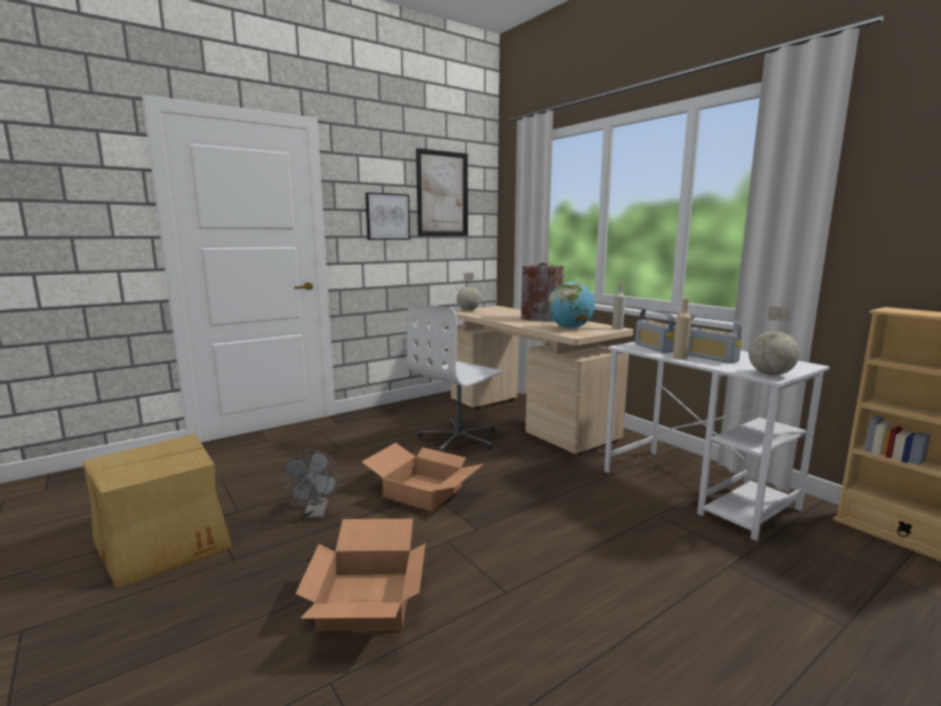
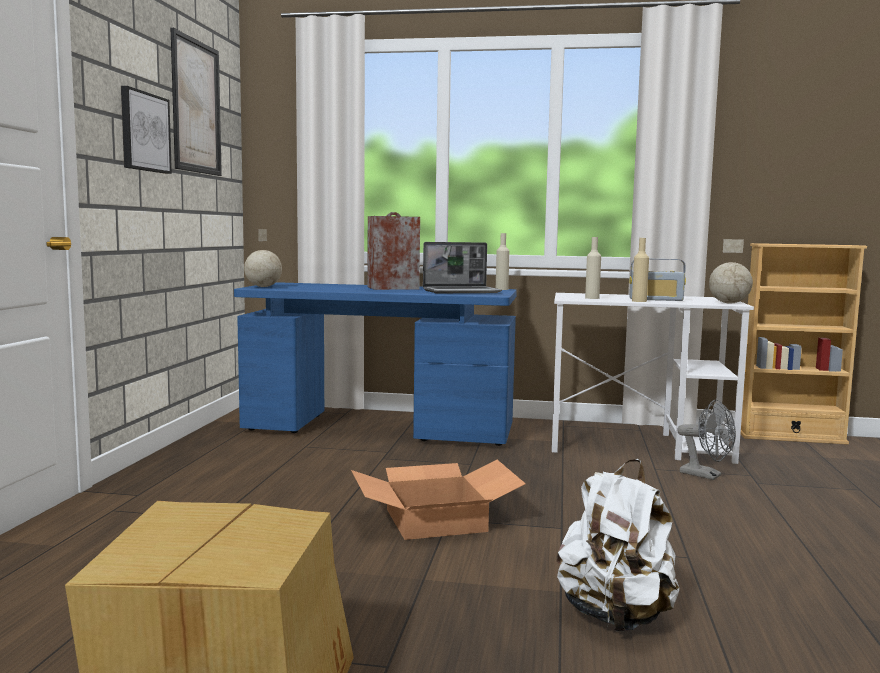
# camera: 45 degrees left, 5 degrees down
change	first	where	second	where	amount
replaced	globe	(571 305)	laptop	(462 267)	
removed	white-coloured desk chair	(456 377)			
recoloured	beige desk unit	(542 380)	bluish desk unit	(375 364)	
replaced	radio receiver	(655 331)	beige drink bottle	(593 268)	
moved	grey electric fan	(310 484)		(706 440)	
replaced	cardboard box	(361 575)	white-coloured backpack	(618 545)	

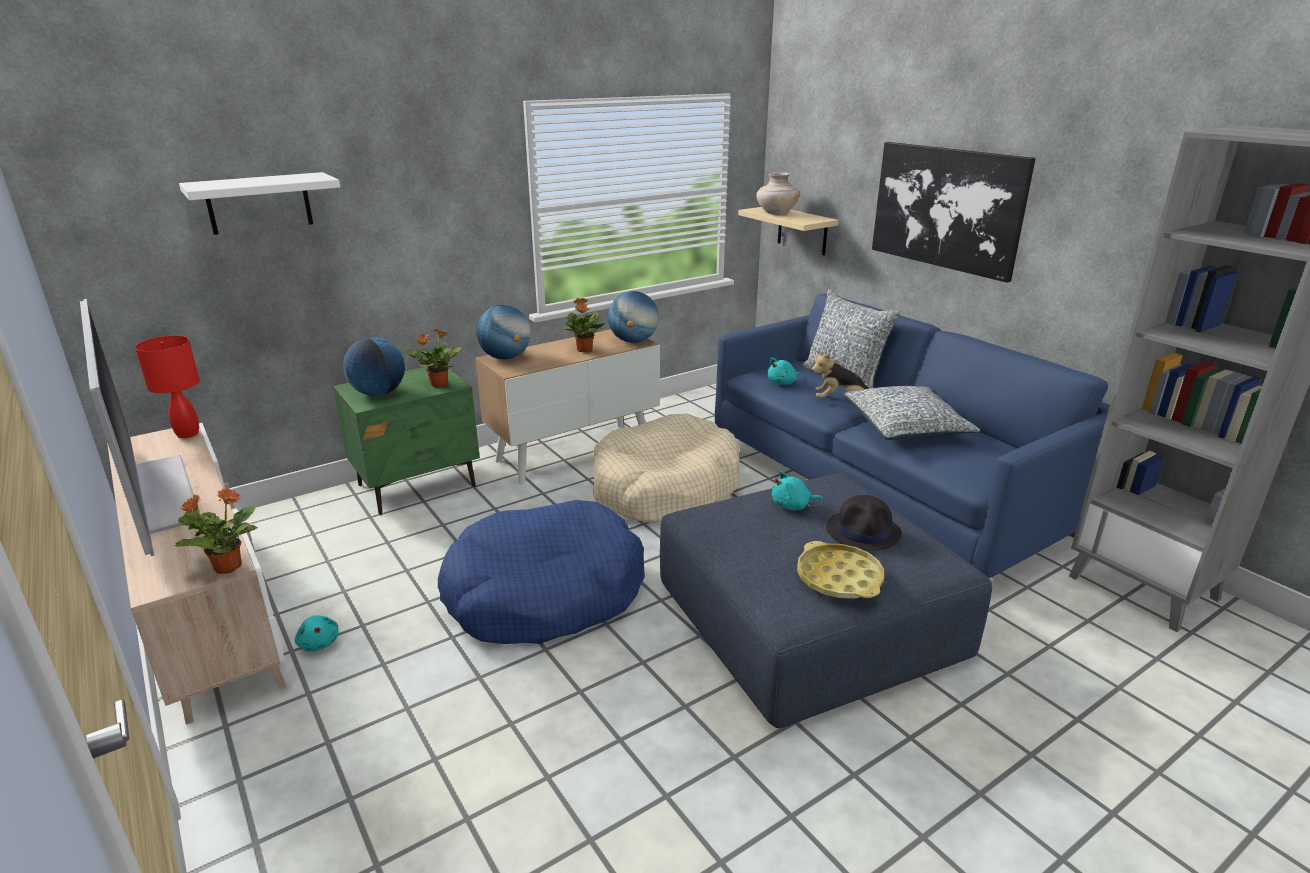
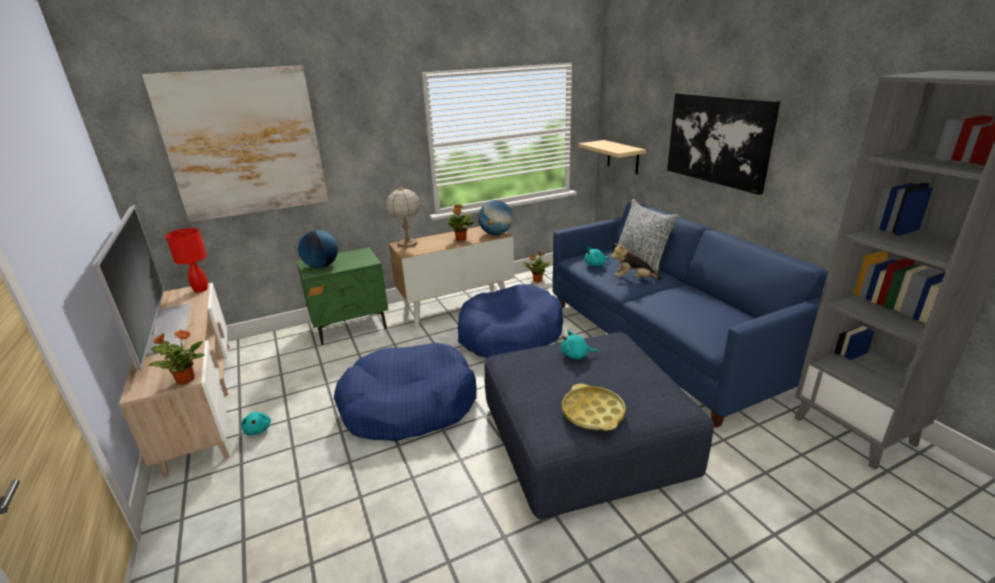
# camera: 10 degrees right, 0 degrees up
change	first	where	second	where	amount
replaced	white-coloured wall shelf	(259 203)	wall art	(235 144)	
removed	beige decorative vase	(778 193)			
replaced	globe	(503 332)	table lamp	(403 217)	
moved	houseplant	(434 357)		(537 267)	
removed	cushion	(912 413)			
recoloured	beige dog bed	(666 468)	bluish dog bed	(510 321)	
removed	black wearable hat	(864 523)			

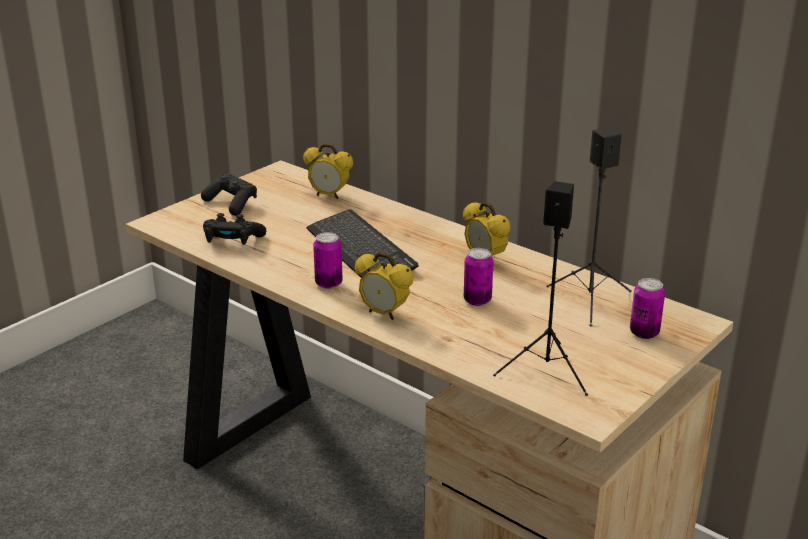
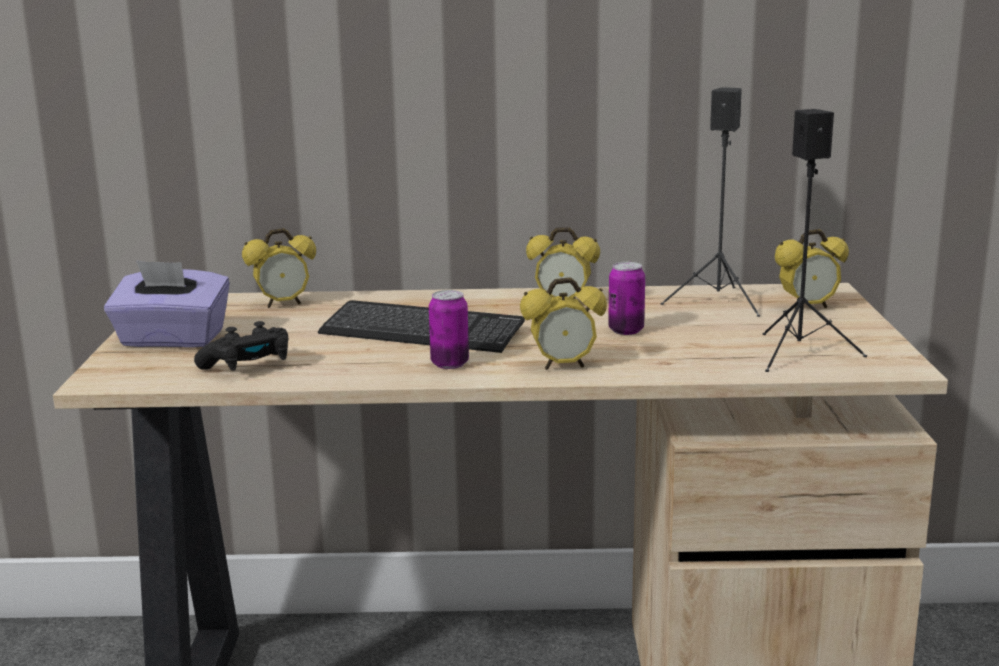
# camera: 40 degrees left, 10 degrees down
change	first	where	second	where	amount
replaced	black joypad	(229 195)	purple-coloured tissue box	(167 304)	
replaced	can	(647 308)	table clock	(812 269)	

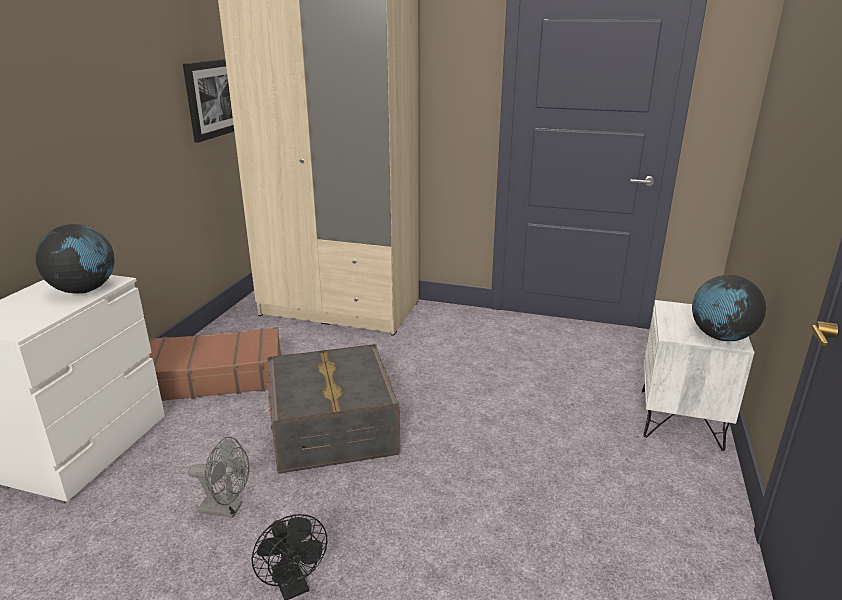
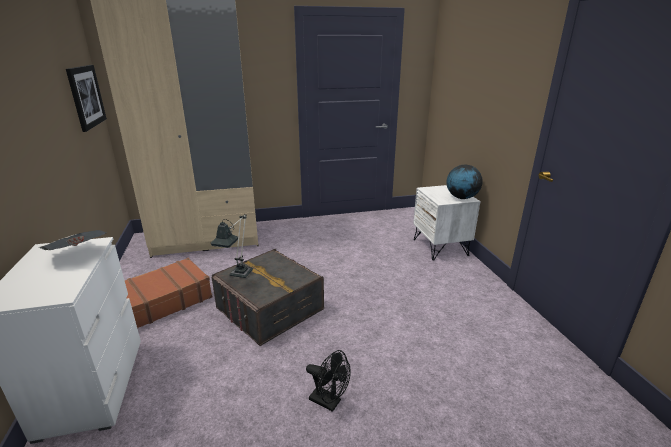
# camera: 30 degrees left, 0 degrees up
change	first	where	second	where	amount
replaced	globe	(75 259)	daily paper	(72 240)	
removed	grey electric fan	(218 477)			
added			table lamp	(232 246)	

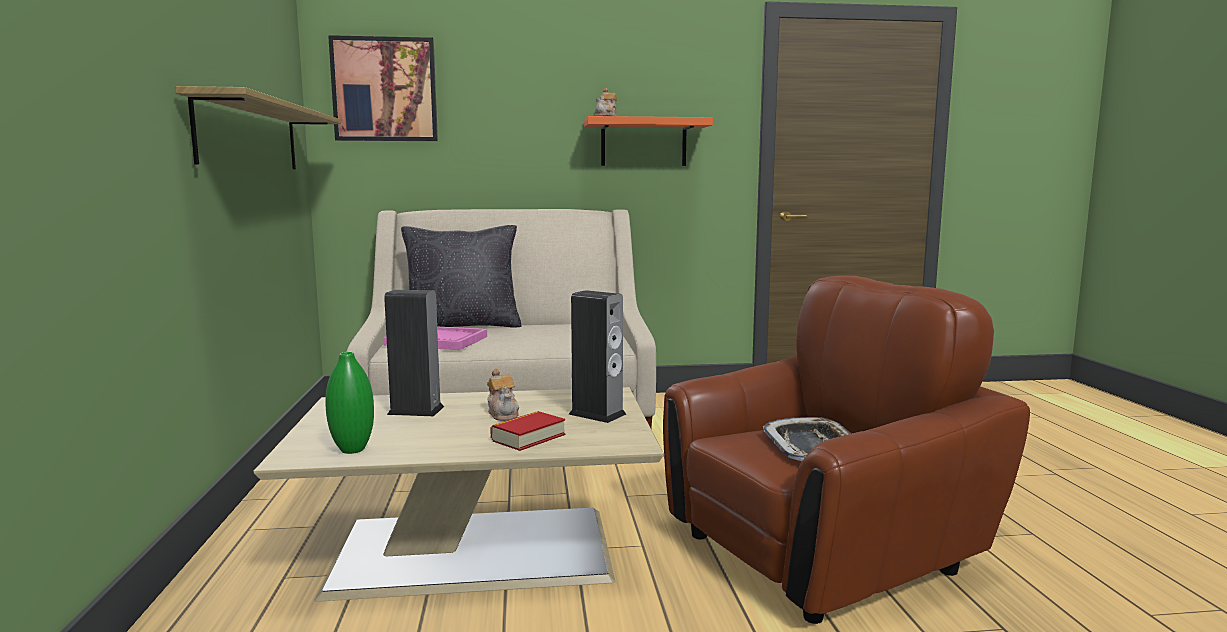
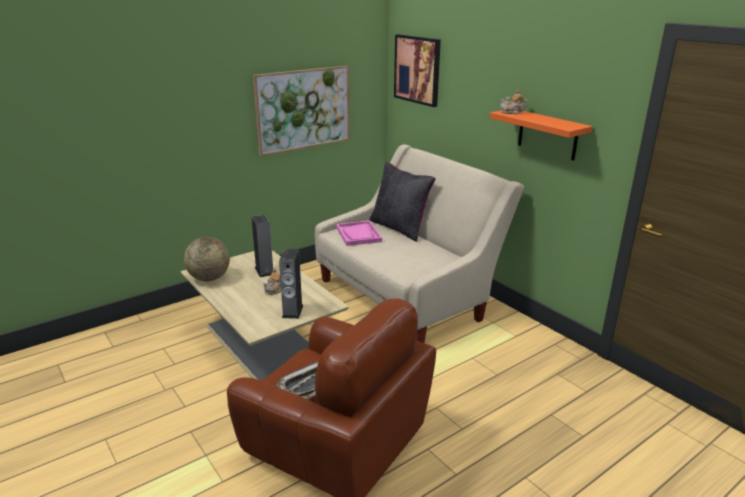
# camera: 60 degrees right, 15 degrees up
change	first	where	second	where	amount
replaced	wall shelf	(258 127)	wall art	(301 111)	
replaced	greenish decorative vase	(349 403)	globe	(207 259)	
removed	volume	(527 431)			

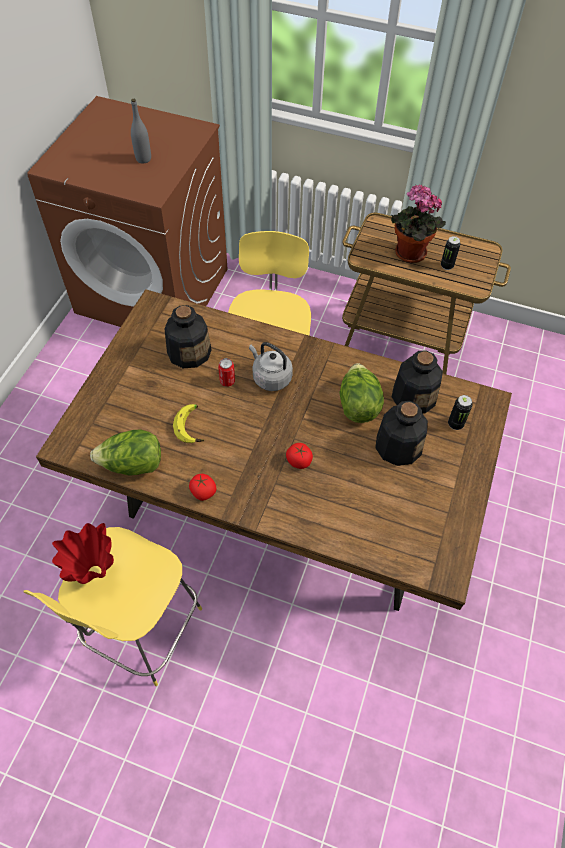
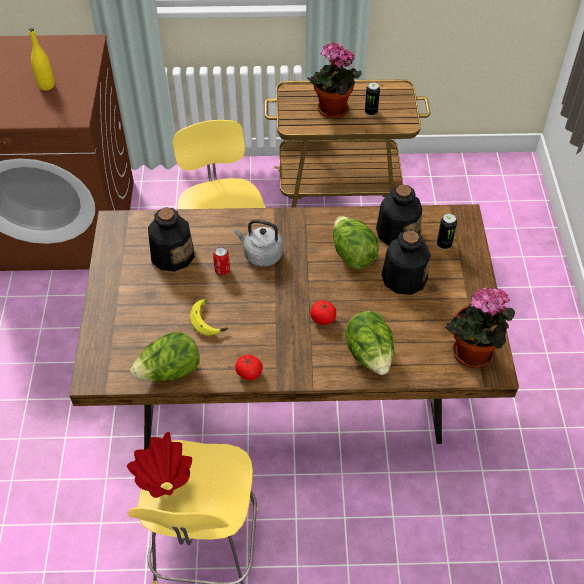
# camera: 20 degrees left, 5 degrees down
change	first	where	second	where	amount
recoloured	grey drink bottle	(141 131)	yellowish drink bottle	(42 59)	
added			houseplant	(480 327)	
added			head of lettuce	(369 343)	

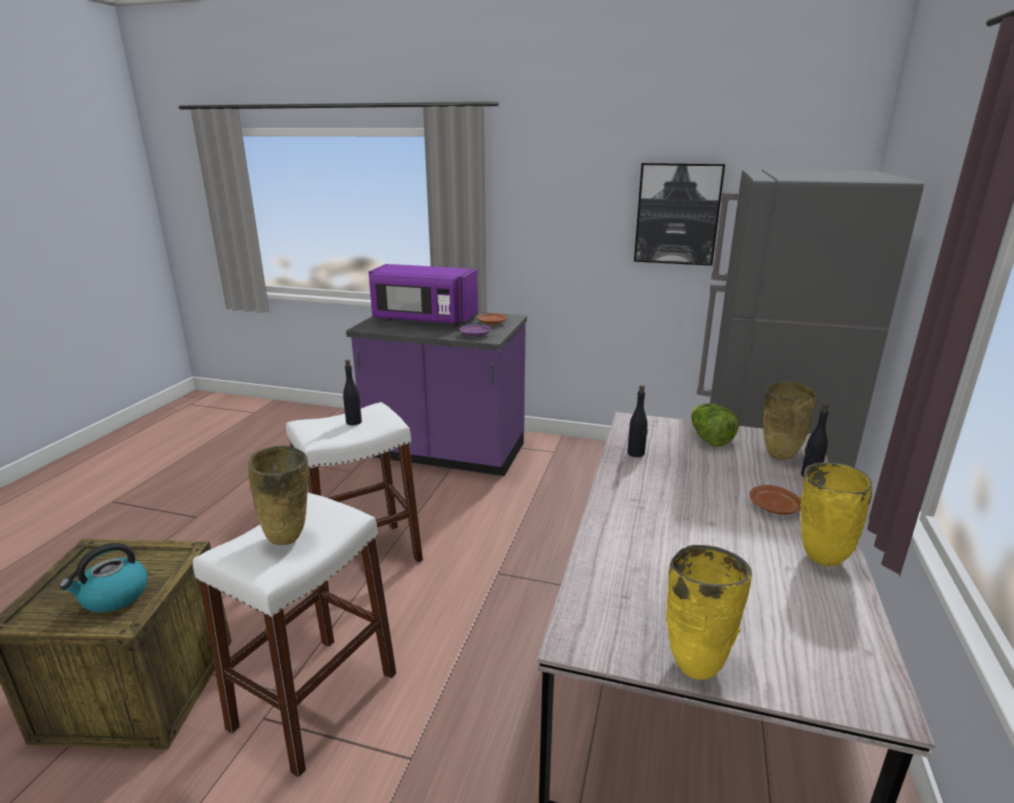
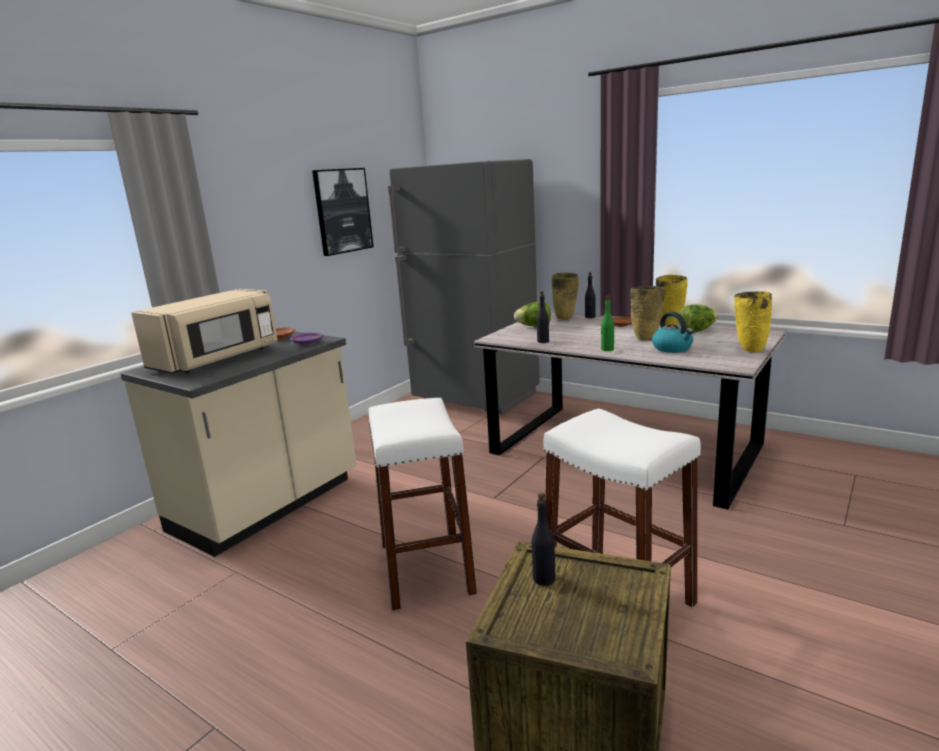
# camera: 70 degrees left, 5 degrees down
change	first	where	second	where	amount
recoloured	purple-coloured microwave	(423 295)	beige microwave	(204 331)	
recoloured	purple-coloured kitchen counter	(436 394)	beige kitchen counter	(238 444)	
moved	black drink bottle	(352 392)		(543 539)	
moved	beige decorative vase	(278 495)		(647 313)	
moved	kettle	(103 577)		(673 332)	
added			greenish drink bottle	(607 323)	
added			head of lettuce	(697 318)	

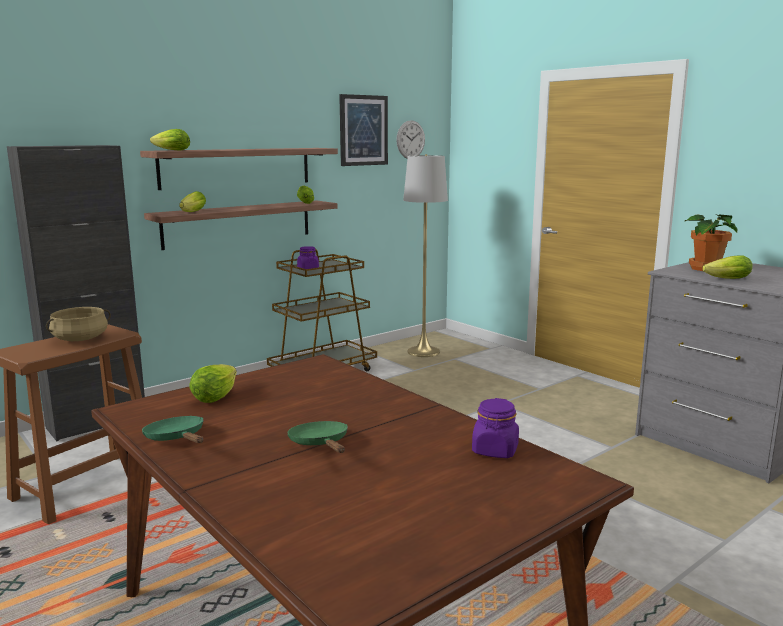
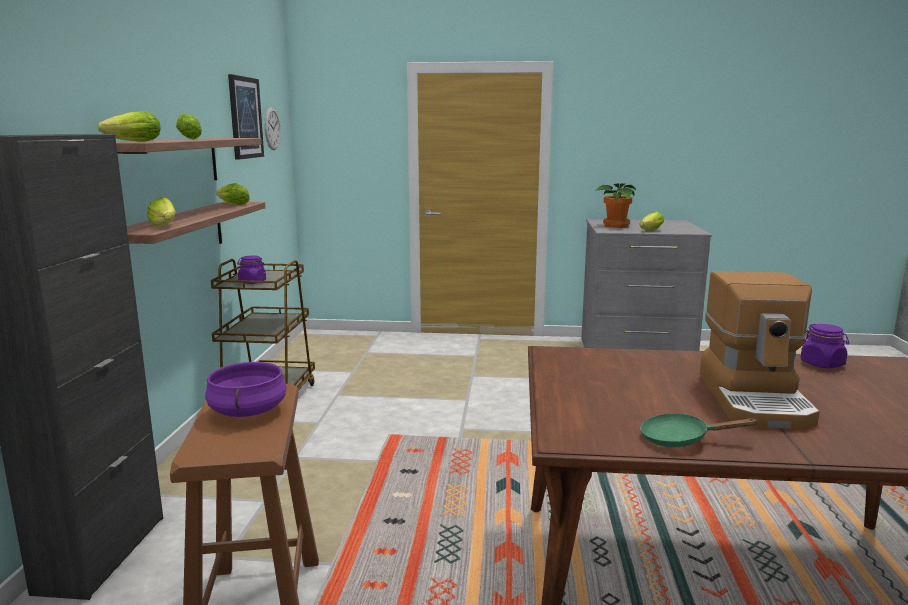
# camera: 45 degrees left, 0 degrees up
change	first	where	second	where	amount
removed	grey standard lamp	(425 255)			
recoloured	beige cooking pot	(78 324)	purple-coloured cooking pot	(245 389)	
moved	head of lettuce	(213 383)		(189 126)	
replaced	greenish skillet	(317 437)	coffee machine	(760 350)	

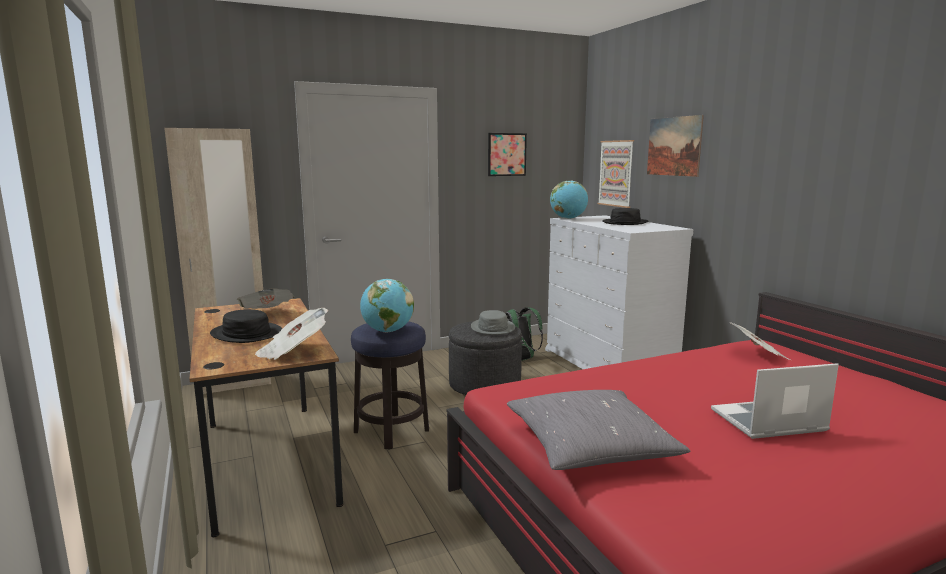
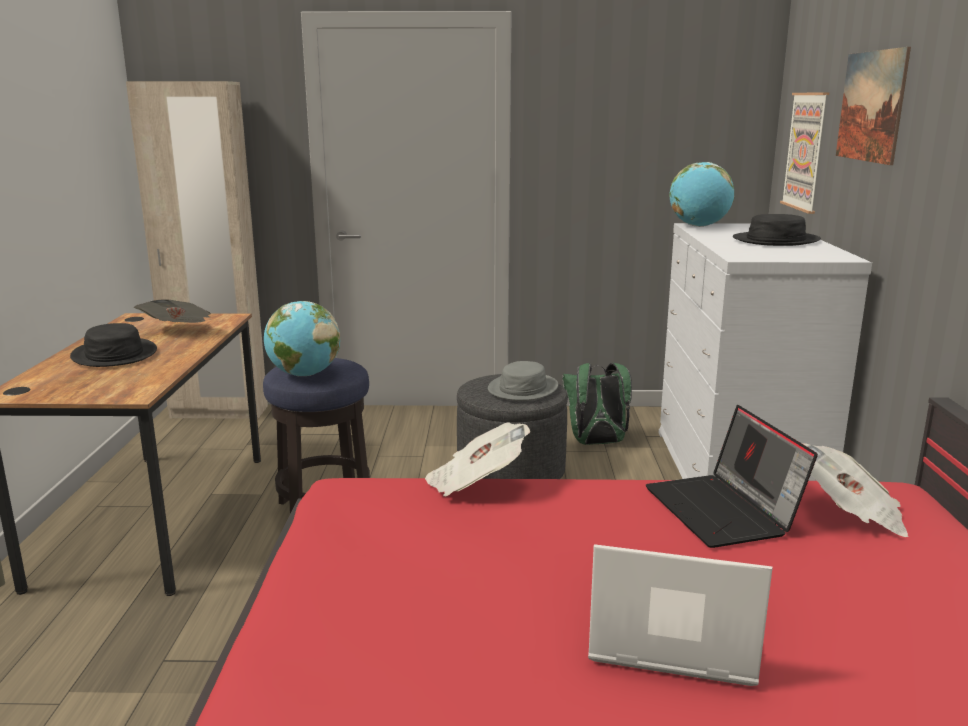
# camera: 25 degrees right, 5 degrees up
change	first	where	second	where	amount
removed	wall art	(507 154)			
moved	daily paper	(291 334)		(477 459)	
removed	grey cushion	(598 430)			
added			laptop	(732 476)	

